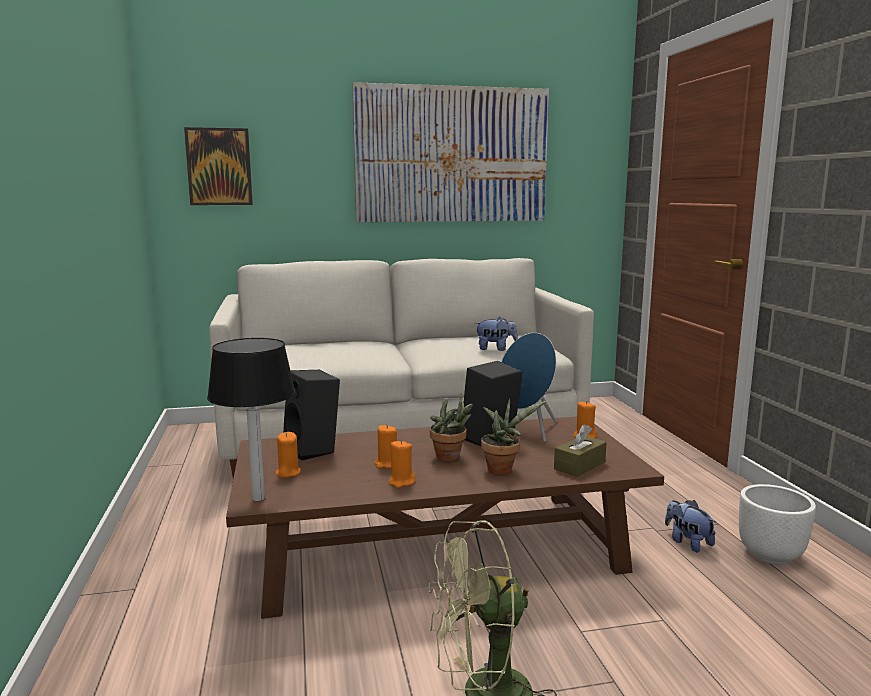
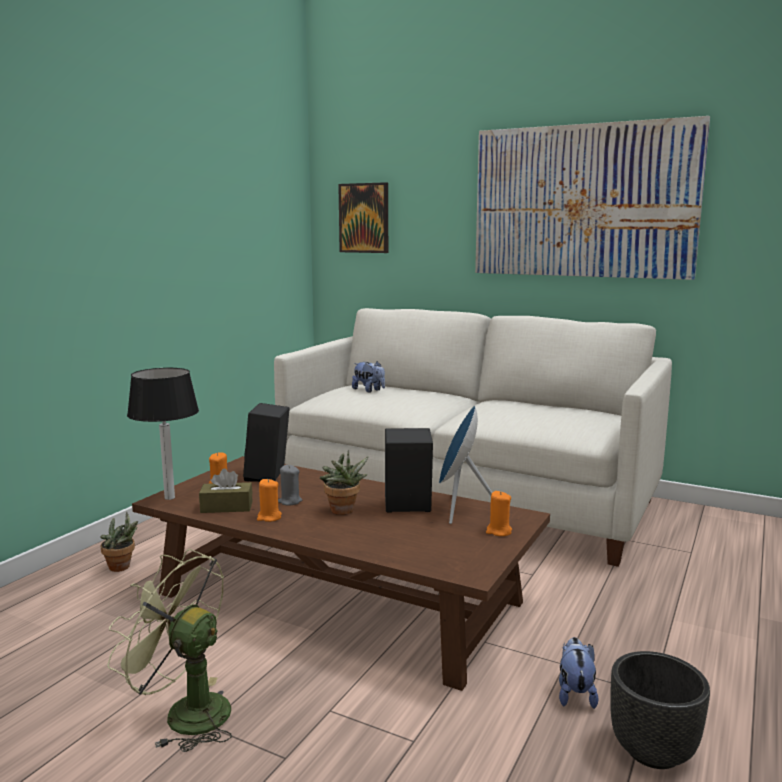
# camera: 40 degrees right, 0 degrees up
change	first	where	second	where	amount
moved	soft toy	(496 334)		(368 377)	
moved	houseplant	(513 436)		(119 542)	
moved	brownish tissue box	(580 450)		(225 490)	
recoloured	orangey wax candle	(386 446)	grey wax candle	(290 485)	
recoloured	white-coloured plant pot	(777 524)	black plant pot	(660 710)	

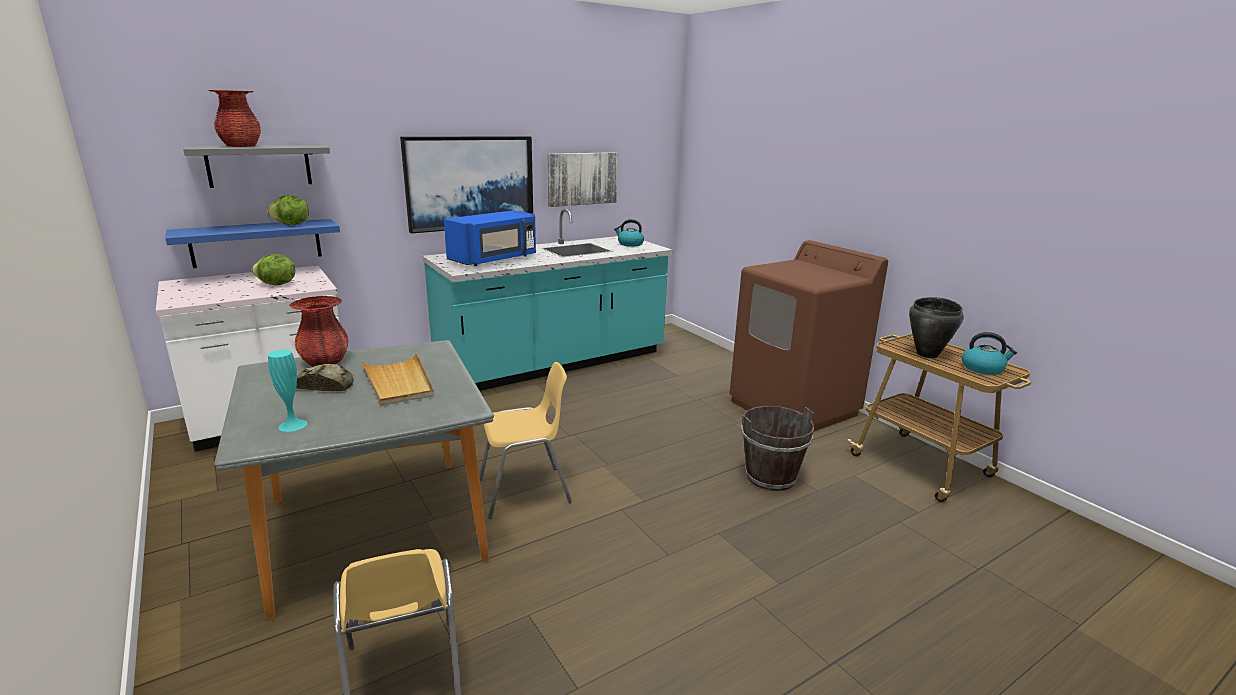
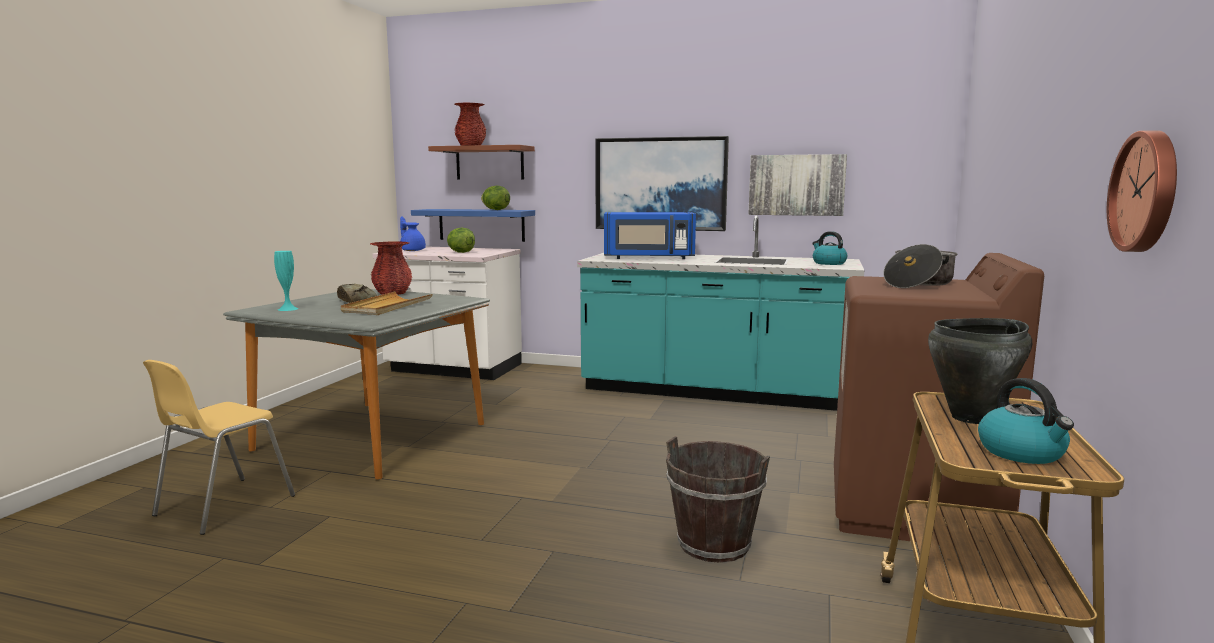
# camera: 50 degrees right, 10 degrees down
change	first	where	second	where	amount
recoloured	grey wall shelf	(256 166)	brownish wall shelf	(481 162)	
removed	yellowish upright chair	(525 440)			
added			wall clock	(1142 191)	
added			bluish tea pot	(413 233)	
added			cooking pot	(920 266)	

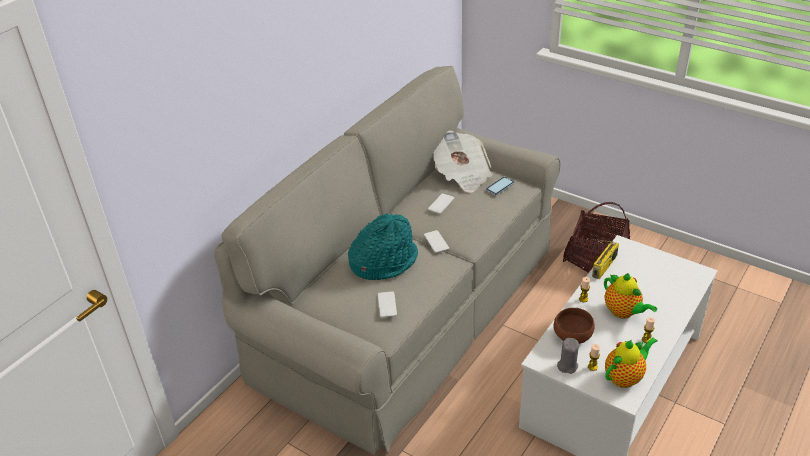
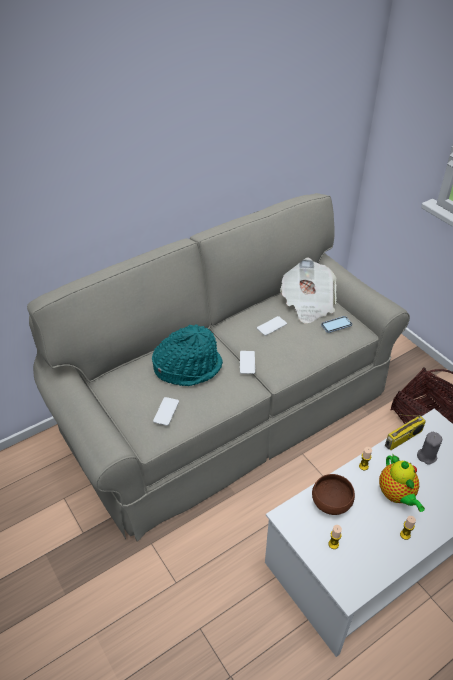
# camera: 20 degrees right, 5 degrees up
change	first	where	second	where	amount
removed	tea pot	(631 362)			
moved	grey wax candle	(568 356)		(429 448)	

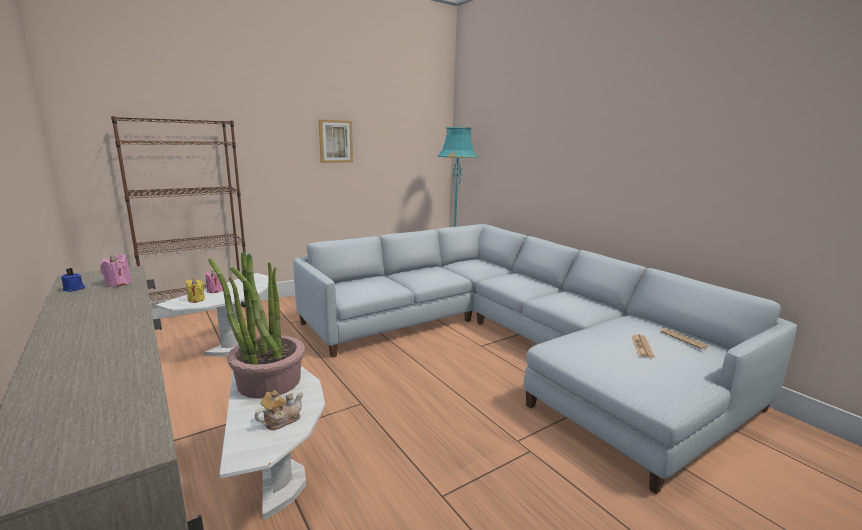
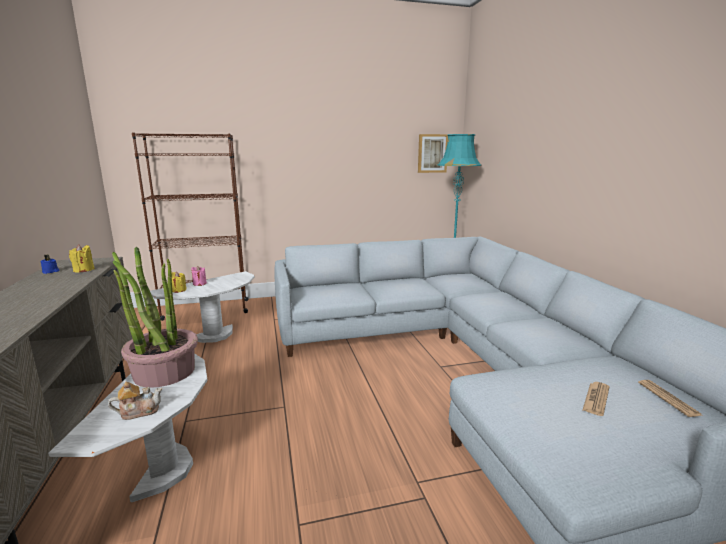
# camera: 20 degrees right, 0 degrees up
change	first	where	second	where	amount
moved	wall art	(336 141)		(433 153)	
recoloured	pink wax candle	(116 270)	yellowish wax candle	(82 259)	

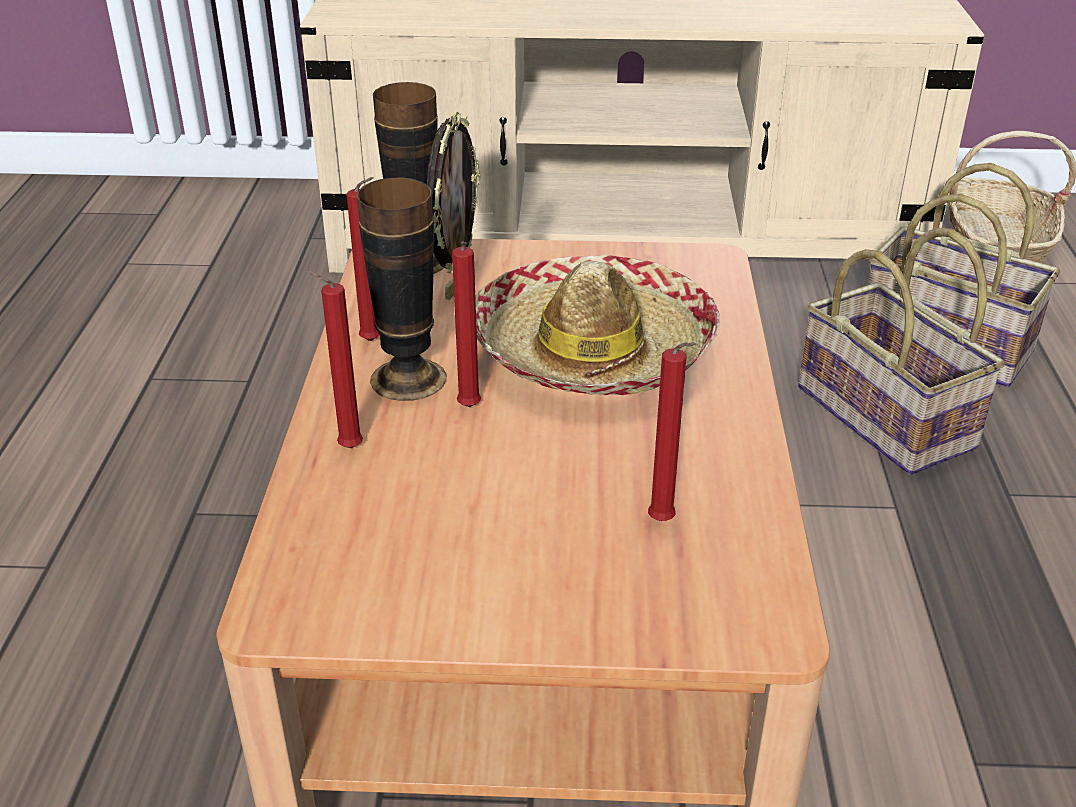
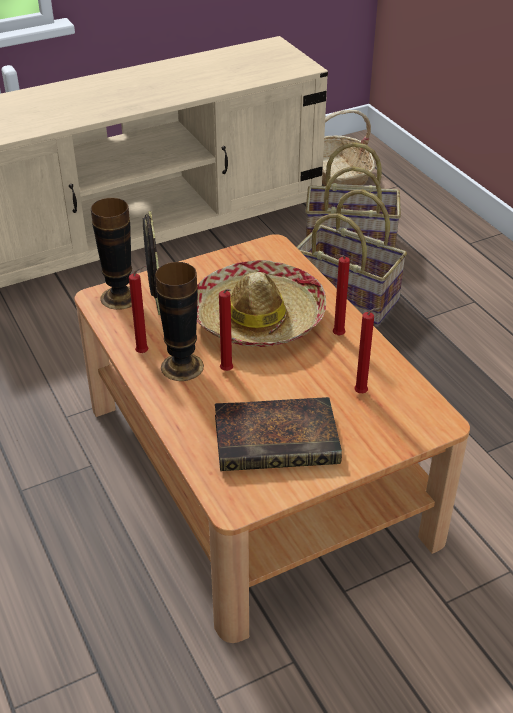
# camera: 30 degrees left, 5 degrees up
change	first	where	second	where	amount
moved	reddish wax candle	(334 359)		(341 295)	
added			volume	(278 434)	

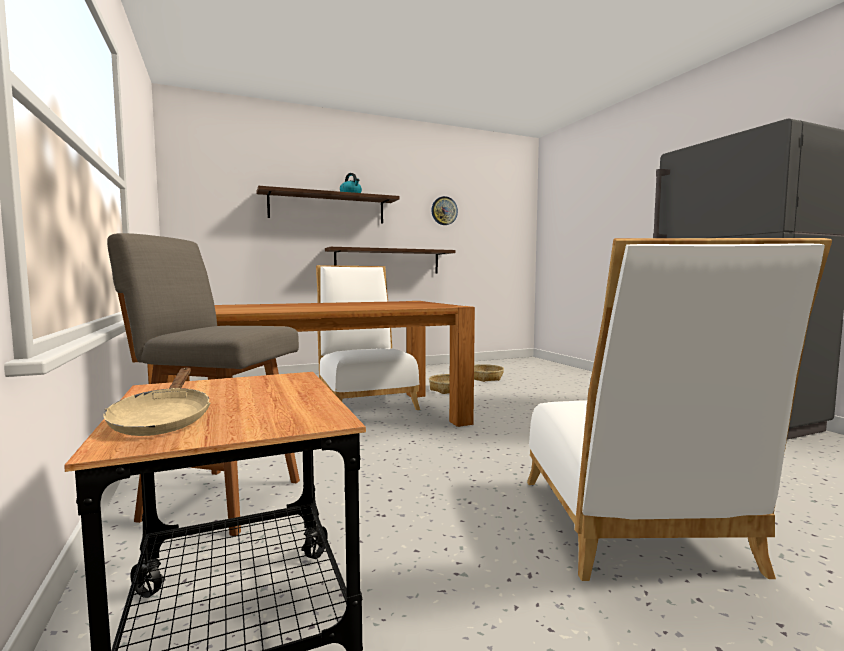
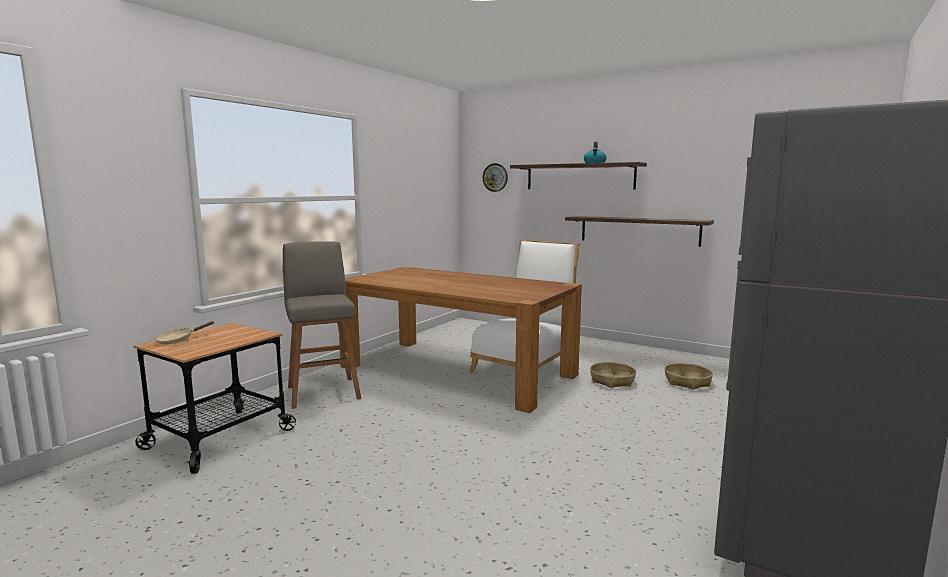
# camera: 55 degrees right, 5 degrees up
change	first	where	second	where	amount
moved	wall clock	(444 210)		(495 177)	
removed	white-coloured upright chair	(679 409)			

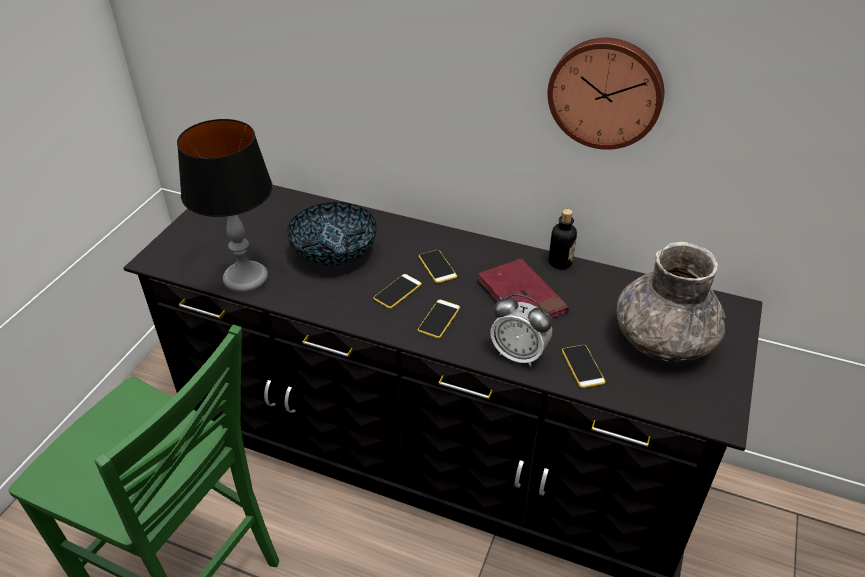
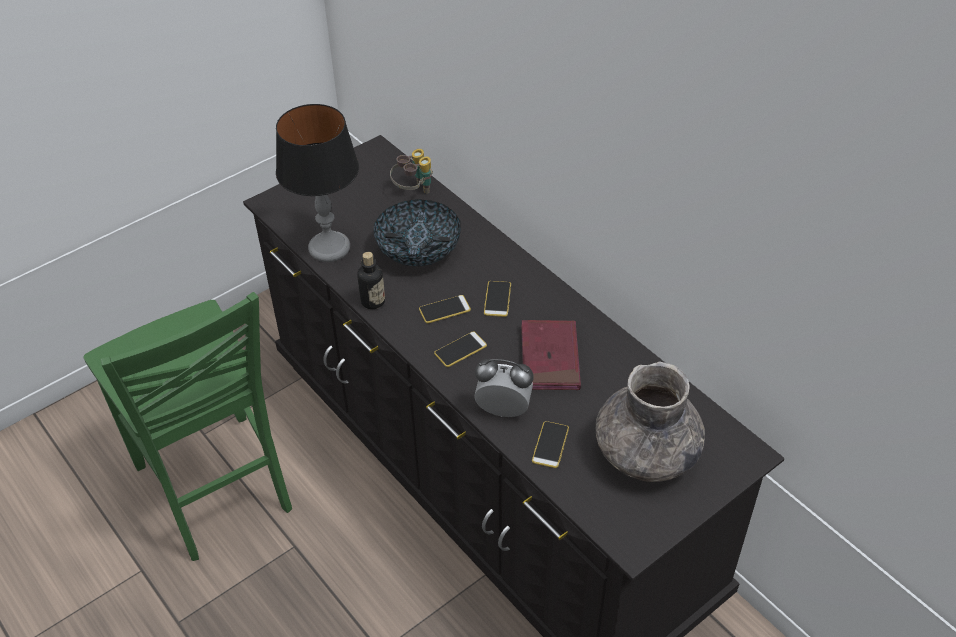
# camera: 30 degrees right, 5 degrees up
change	first	where	second	where	amount
removed	wall clock	(606 94)			
moved	drink bottle	(562 239)		(371 280)	
turned	table clock	(521 330)		(503 388)	135 degrees clockwise
added			pair of binoculars	(411 171)	

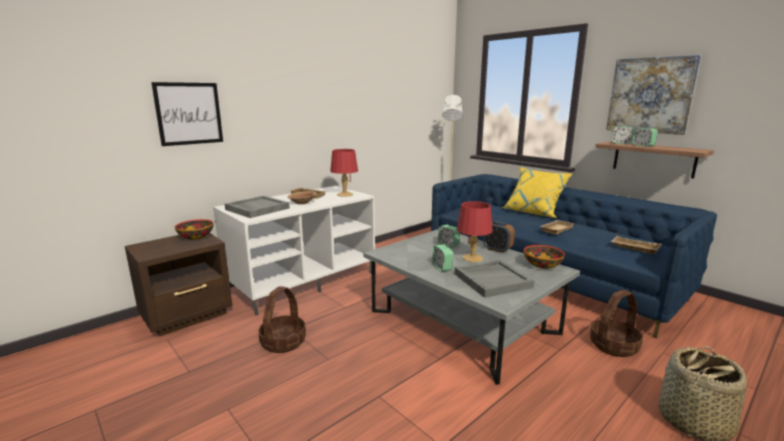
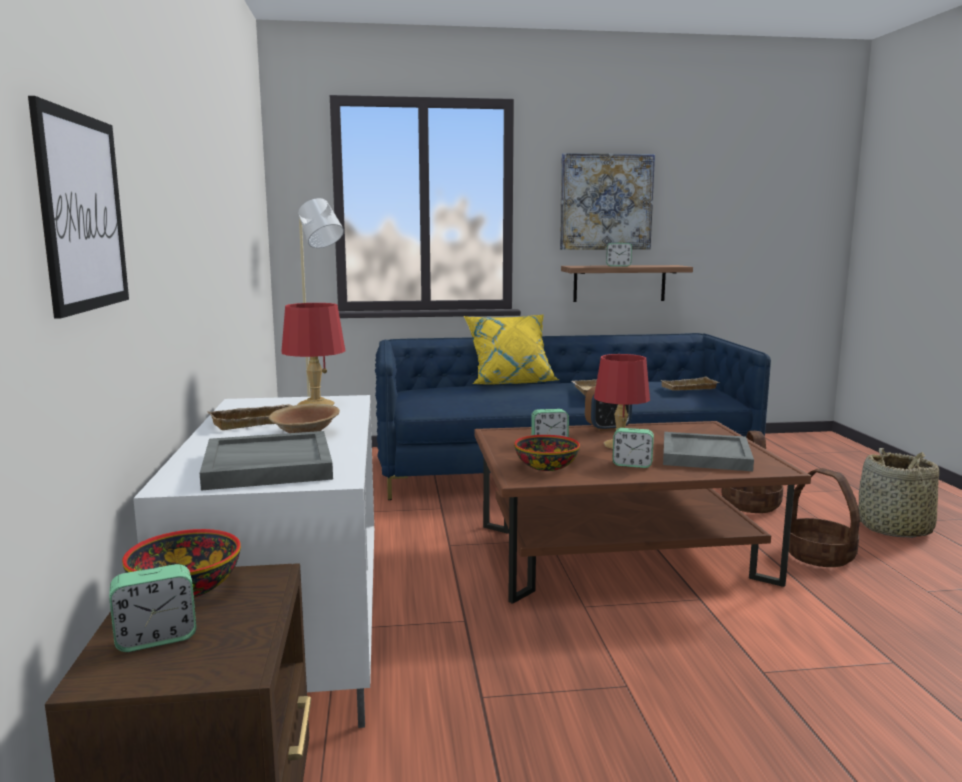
# camera: 55 degrees left, 5 degrees down
change	first	where	second	where	amount
moved	table clock	(622 135)		(152 608)	
recoloured	grey lounge table	(472 307)	brownish lounge table	(642 512)	
moved	bowl	(544 257)		(547 453)	
moved	household basket	(282 319)		(824 517)	

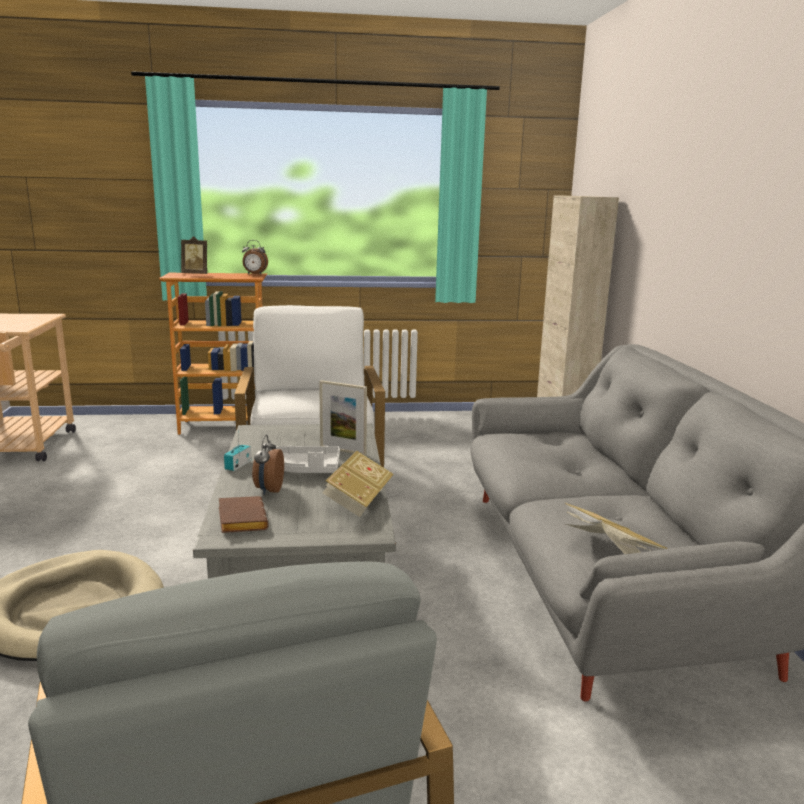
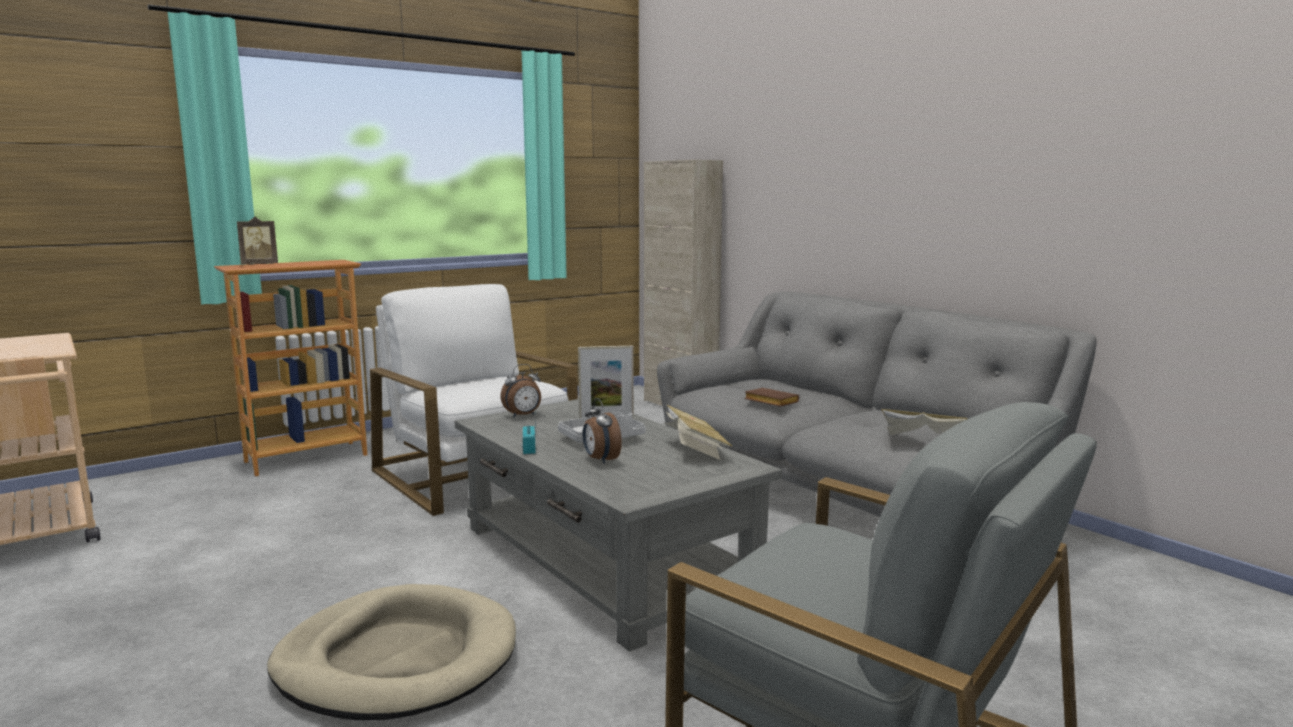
# camera: 30 degrees left, 5 degrees down
change	first	where	second	where	amount
moved	table clock	(255 257)		(520 390)	
moved	brownish volume	(244 514)		(771 397)	

